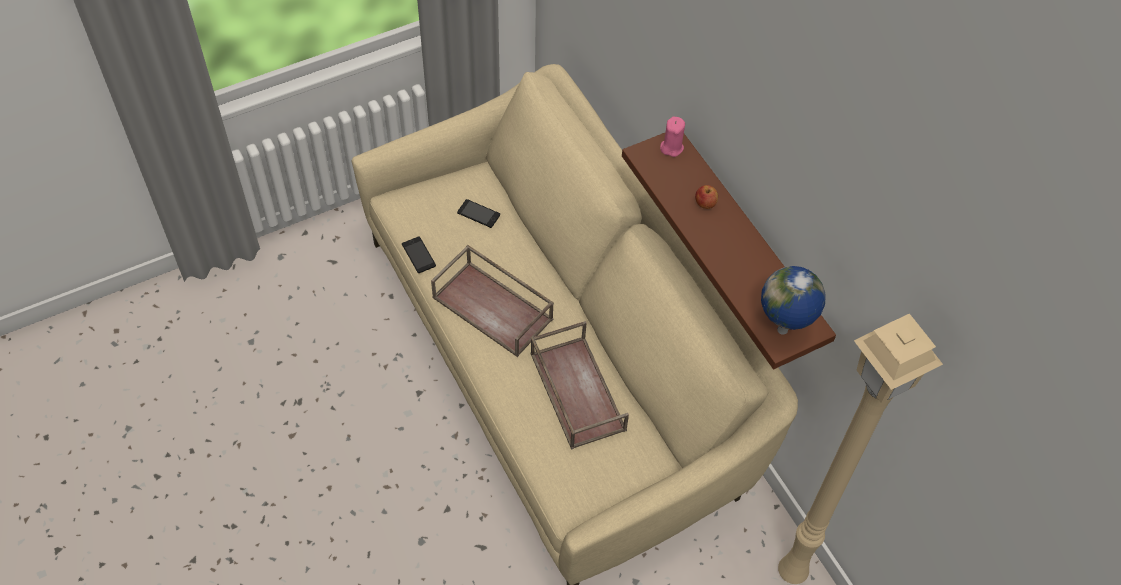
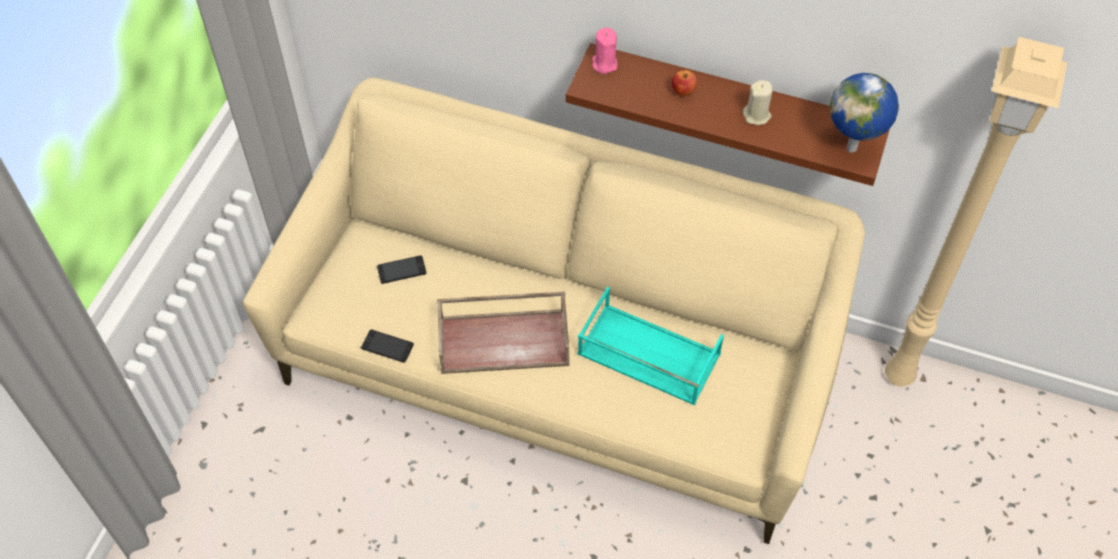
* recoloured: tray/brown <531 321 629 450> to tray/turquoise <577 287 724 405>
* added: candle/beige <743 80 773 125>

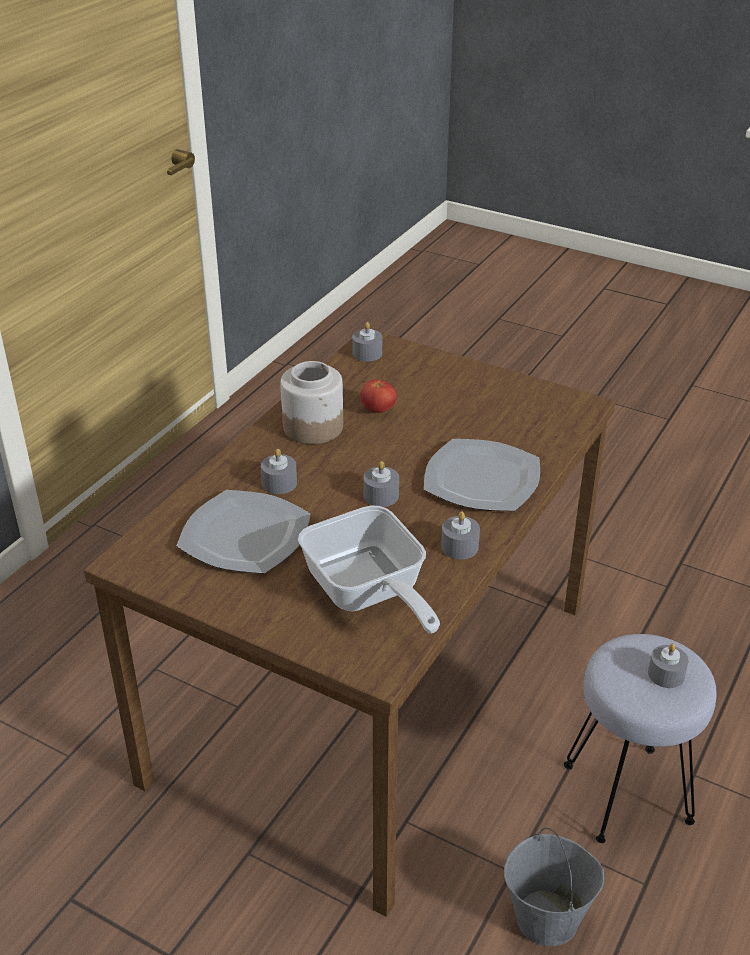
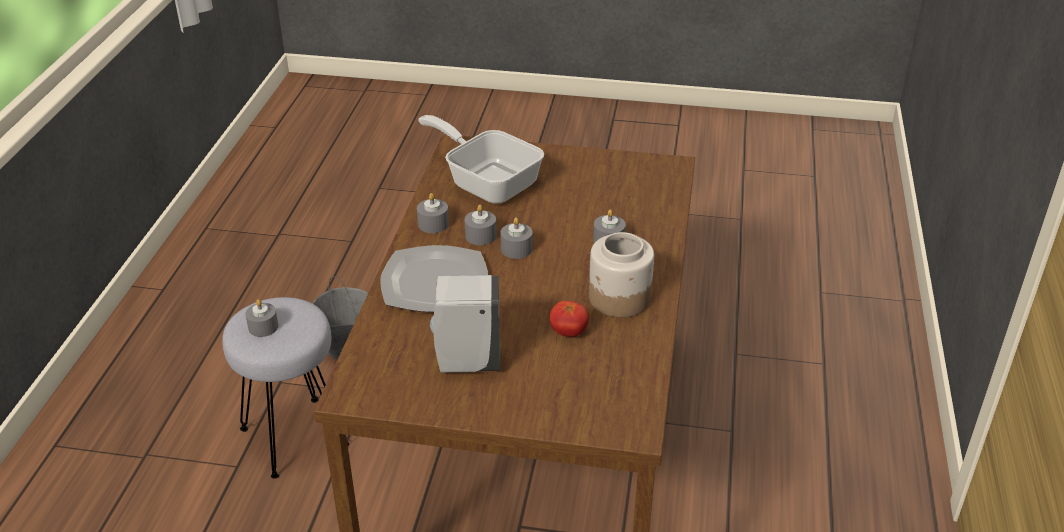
* removed: plate <177 490 311 574>
* moved: candle/grey <352 322 382 362> to <465 205 497 245>
* added: soap dispenser/white <430 275 500 373>

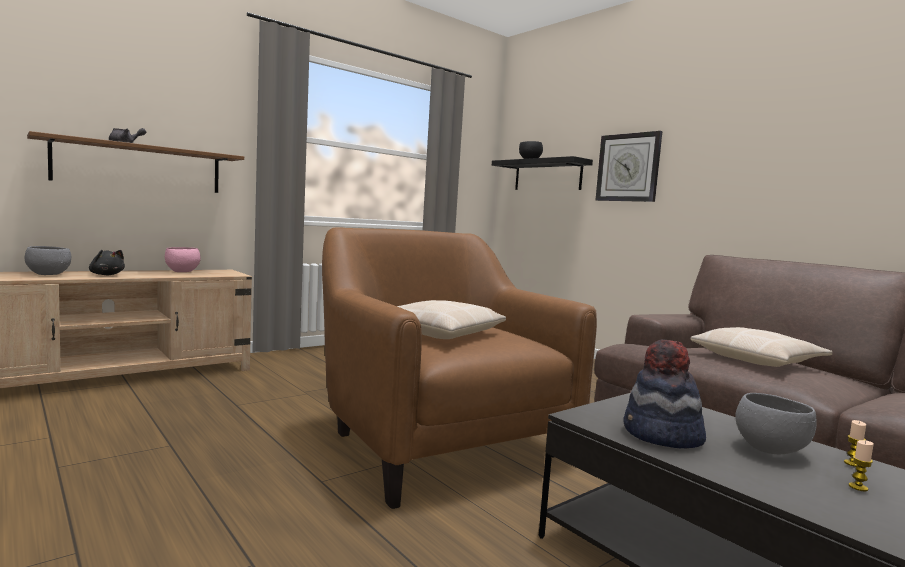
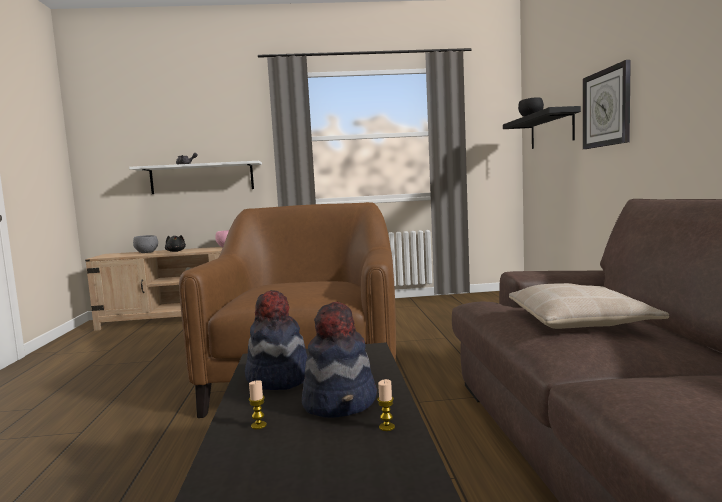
* recoloured: shelf/brown <27 131 244 193> to shelf/white <129 161 262 194>
* removed: pillow/beige <397 300 506 339>
* replaced: bowl/grey <735 393 817 454> to hat <302 302 377 418>
* moved: candle <849 440 874 491> to <249 380 267 429>

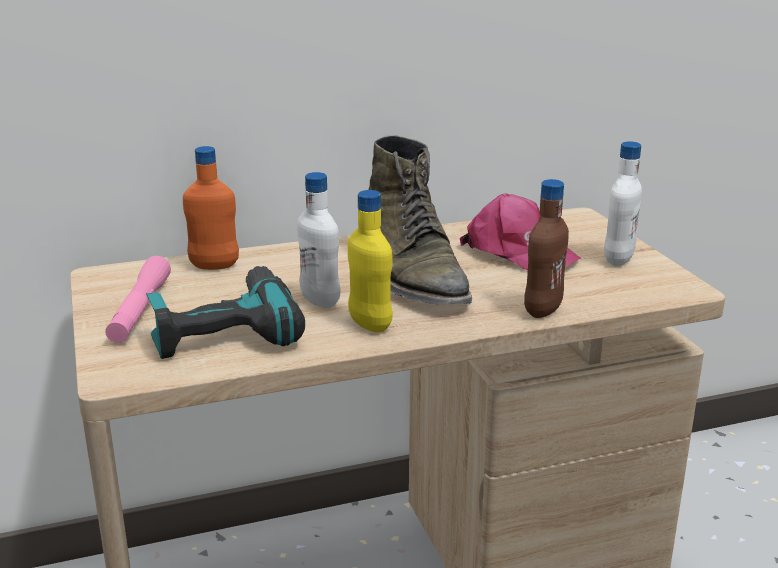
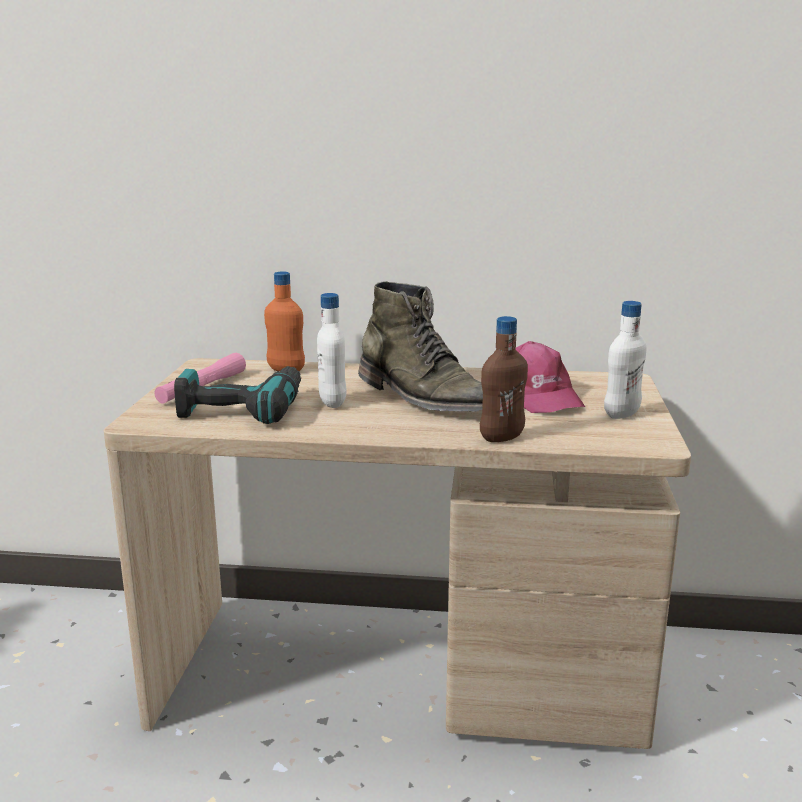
* removed: bottle/yellow <348 190 393 332>
* turned: boot/green <368 135 472 305> = <358 281 483 412> 45 degrees counterclockwise

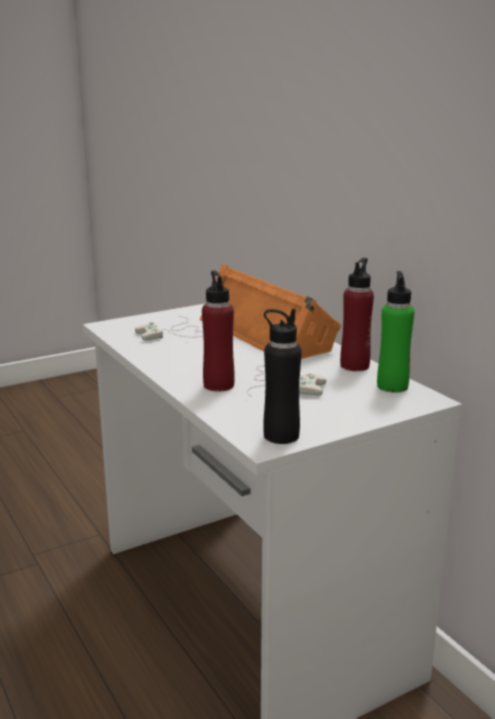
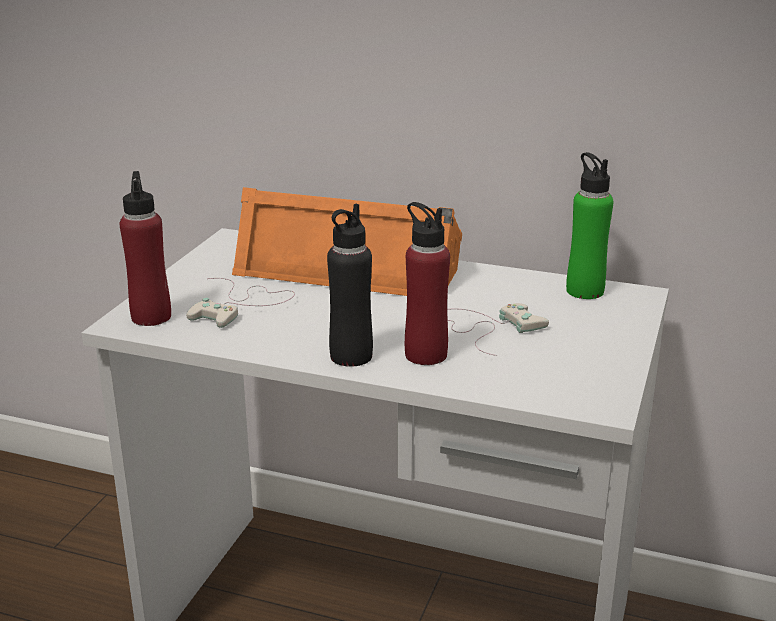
* moved: bottle/black <263 309 302 444> to <327 204 373 367>
* moved: bottle/red <340 258 374 371> to <120 171 171 326>

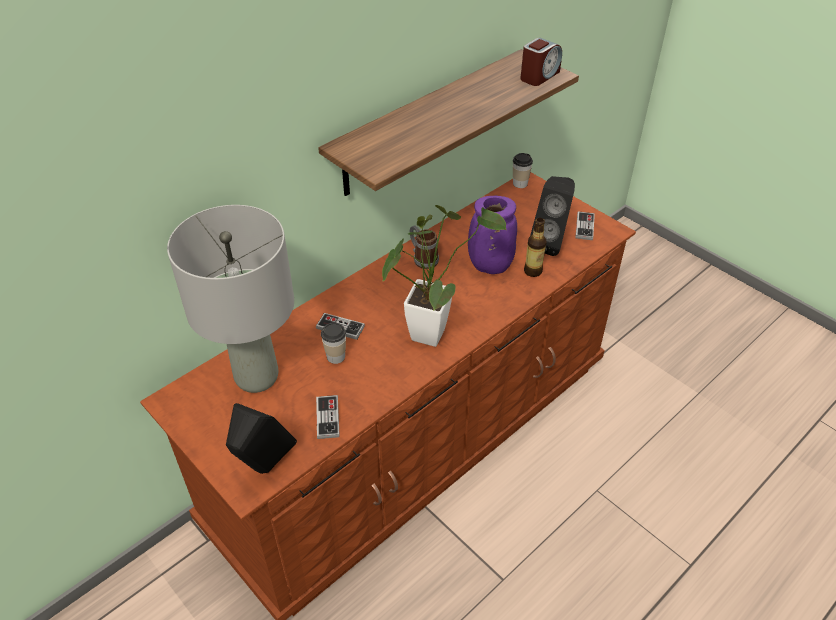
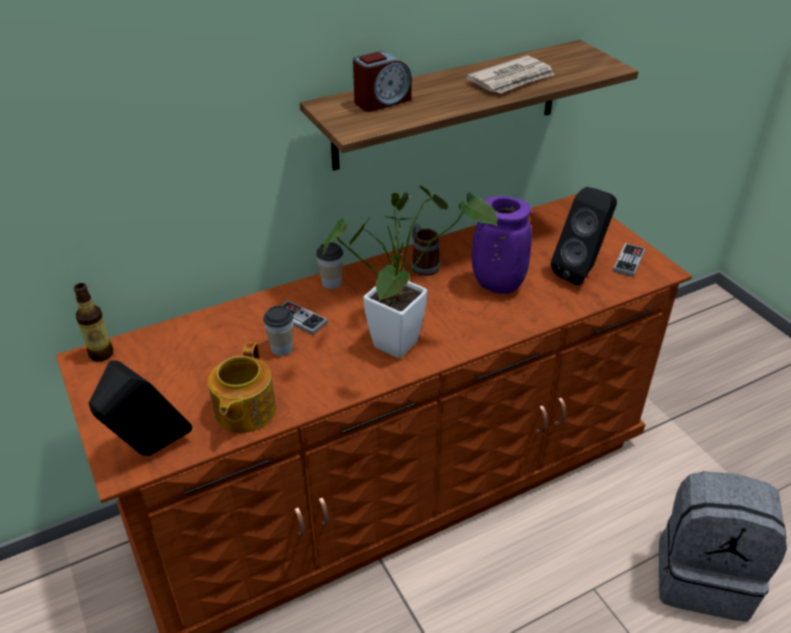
* removed: table lamp/grey <167 205 294 393>
* replaced: game controller <316 395 340 439> to teapot <208 341 276 433>
* moved: cup <513 153 533 188> to <316 242 343 289>
* moved: alarm clock <520 38 562 86> to <353 51 412 112>
* moved: bottle <524 218 547 277> to <74 283 113 361>
* added: newspaper <466 56 555 94>
* added: backpack/grey <659 471 787 622>

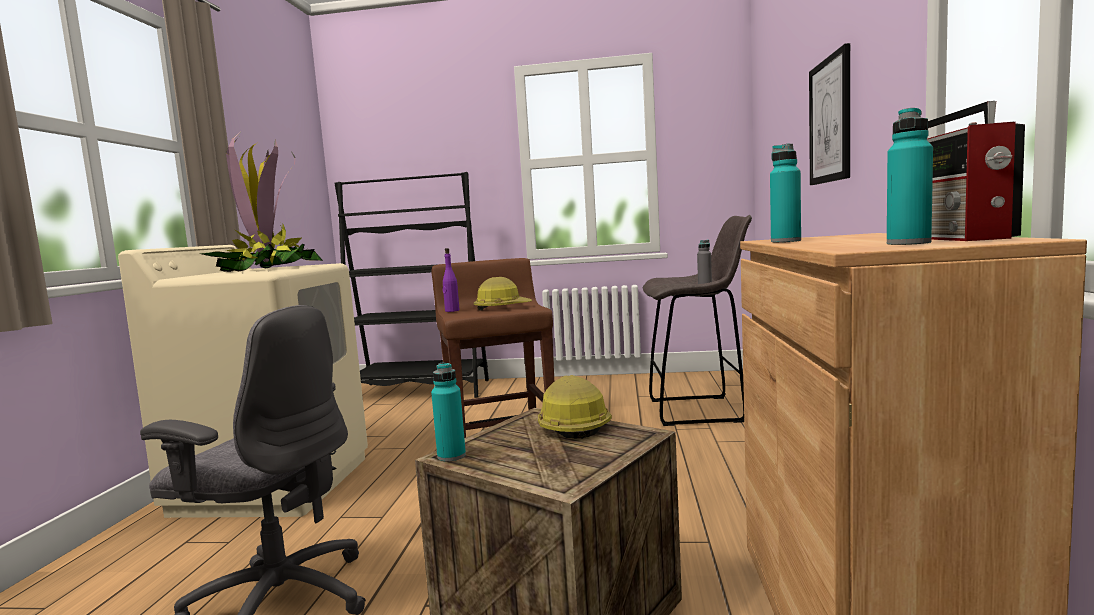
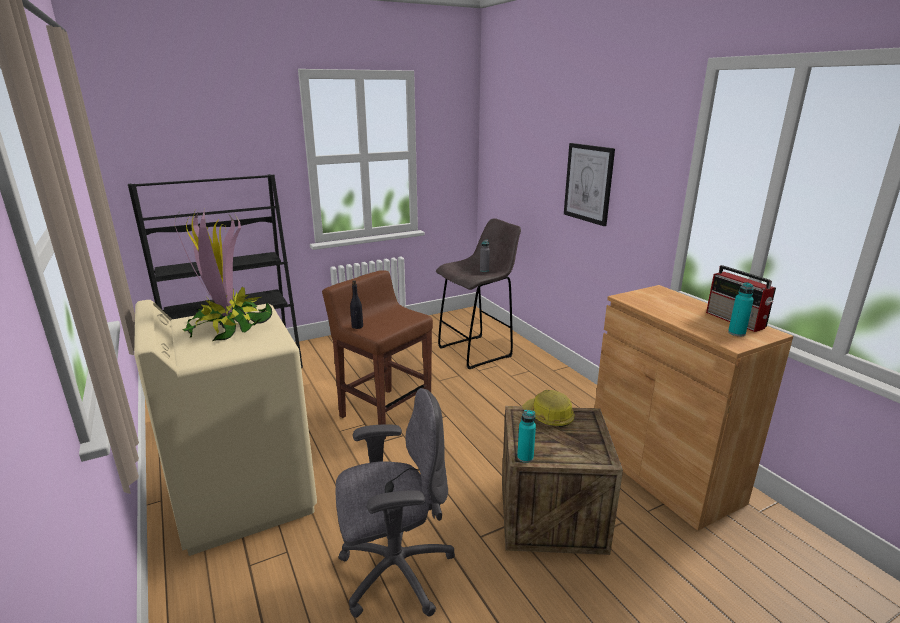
* recoloured: bottle/purple <443 248 460 312> to bottle/black <350 280 363 329>
* removed: hard hat <474 277 532 311>
* removed: bottle/turquoise <770 144 801 242>

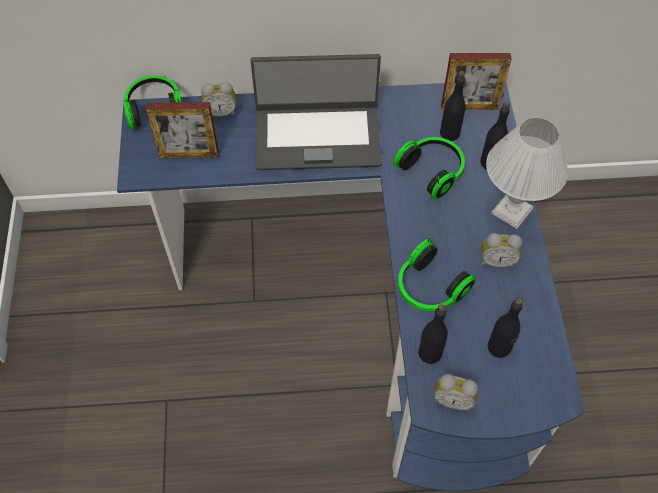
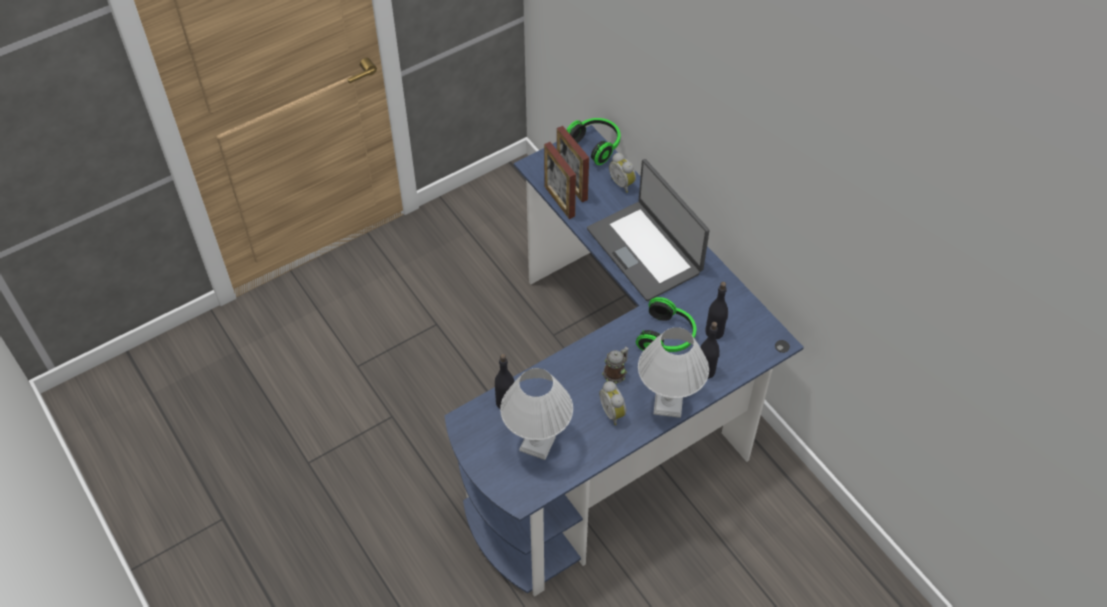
* removed: headphones <398 235 476 312>
* removed: alarm clock <434 374 478 411>
* moved: picture frame <441 53 512 110> to <544 142 576 219>
* replaced: bottle/black <488 298 523 358> to table lamp/white <500 368 573 460>
* added: mug <602 347 629 384>

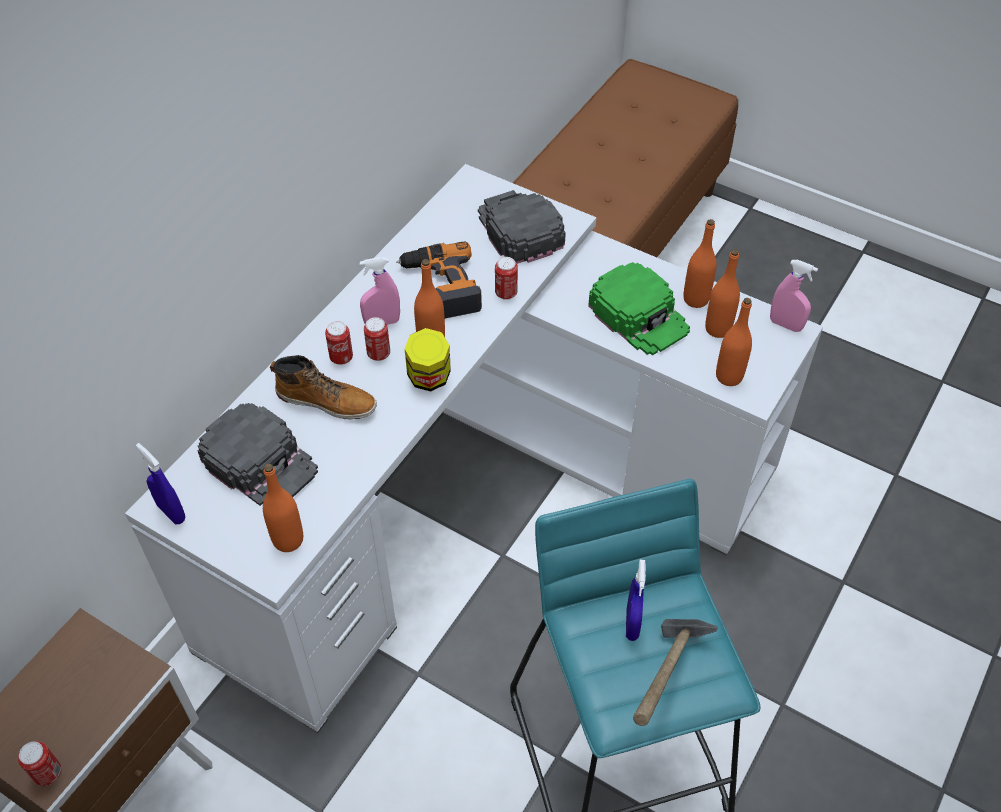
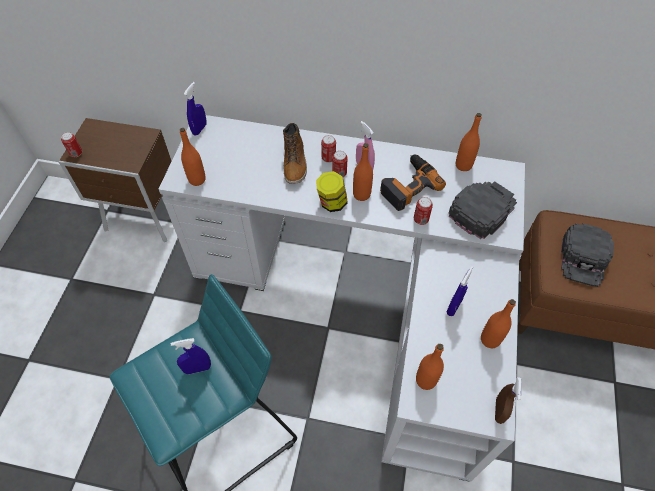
* moved: cap/black <197 403 318 506> to <561 223 614 287>
* replaced: cap/green <588 262 690 355> to spray bottle/blue <447 266 473 316>
* removed: hammer <633 619 718 726>
* moved: bottle/orange <705 249 740 338> to <456 113 482 171>
* recoloured: spray bottle/pink <770 260 818 332> to spray bottle/brown <495 377 522 424>

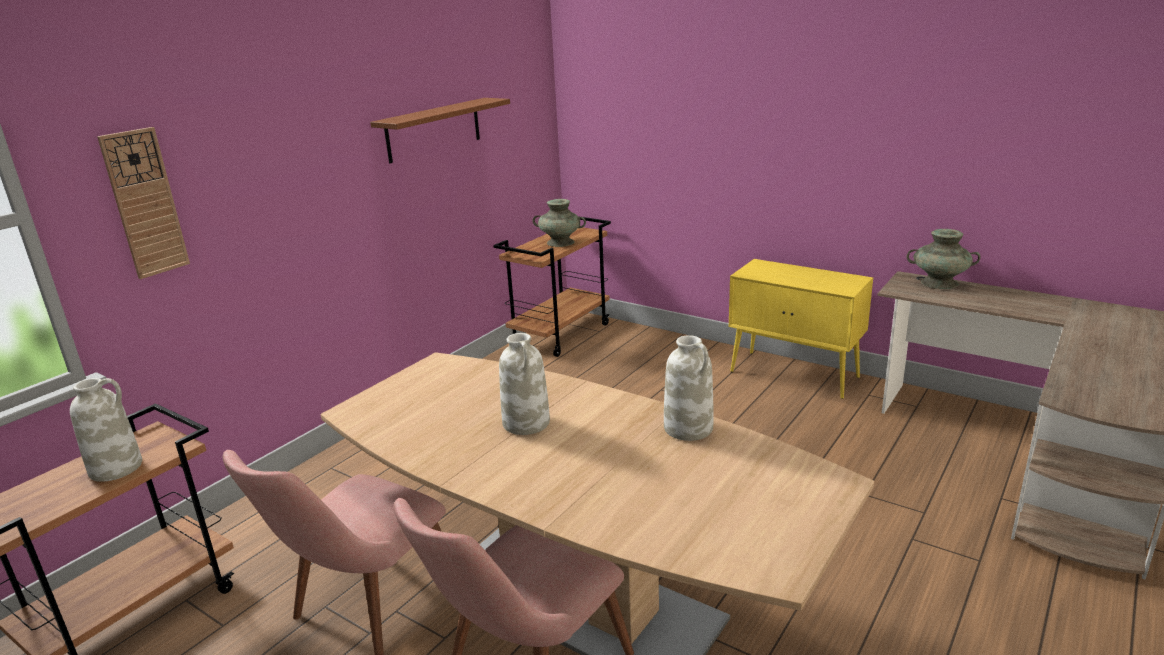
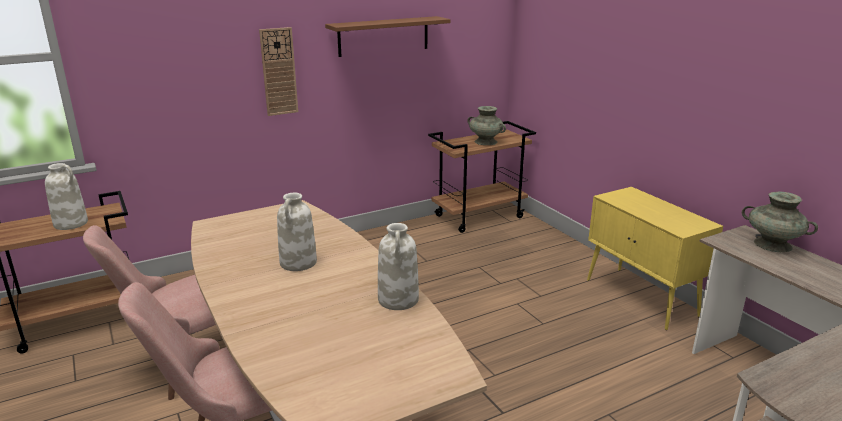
* moved: wall clock <97 127 190 279> to <259 27 298 116>

